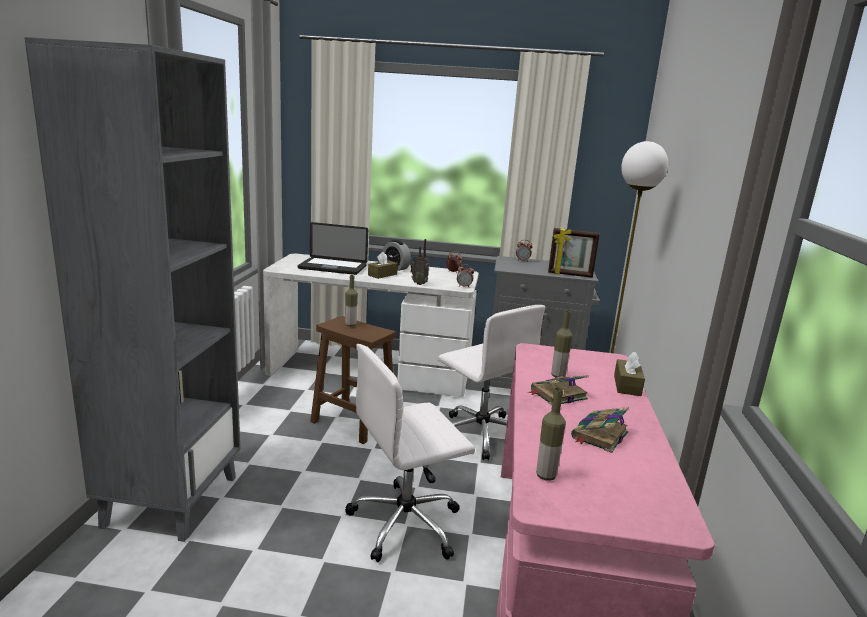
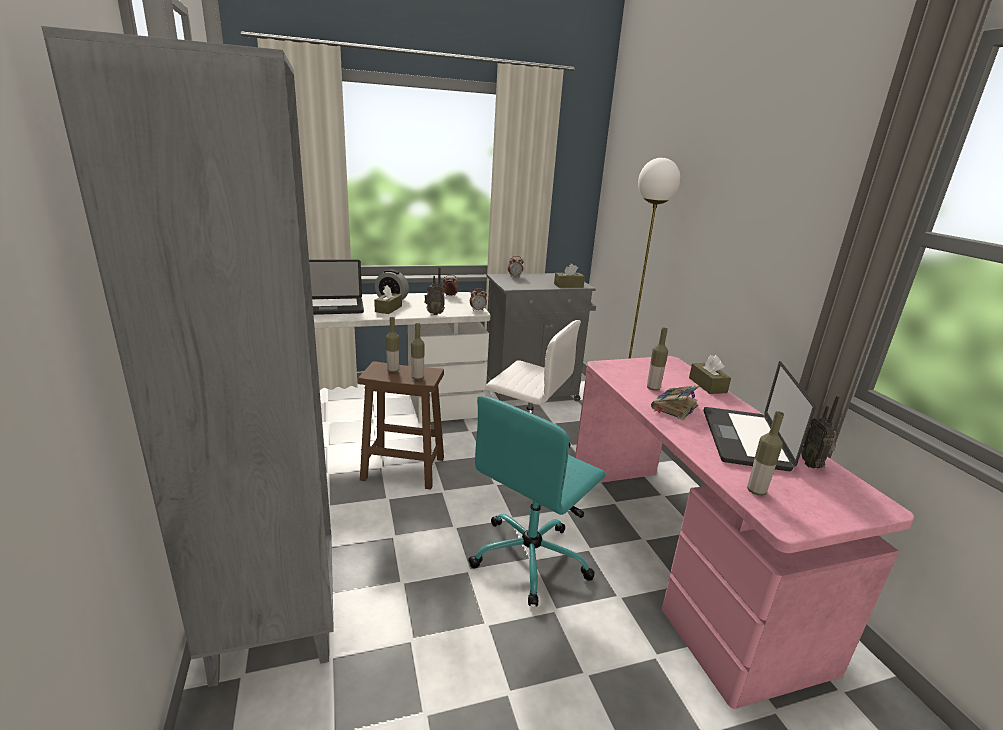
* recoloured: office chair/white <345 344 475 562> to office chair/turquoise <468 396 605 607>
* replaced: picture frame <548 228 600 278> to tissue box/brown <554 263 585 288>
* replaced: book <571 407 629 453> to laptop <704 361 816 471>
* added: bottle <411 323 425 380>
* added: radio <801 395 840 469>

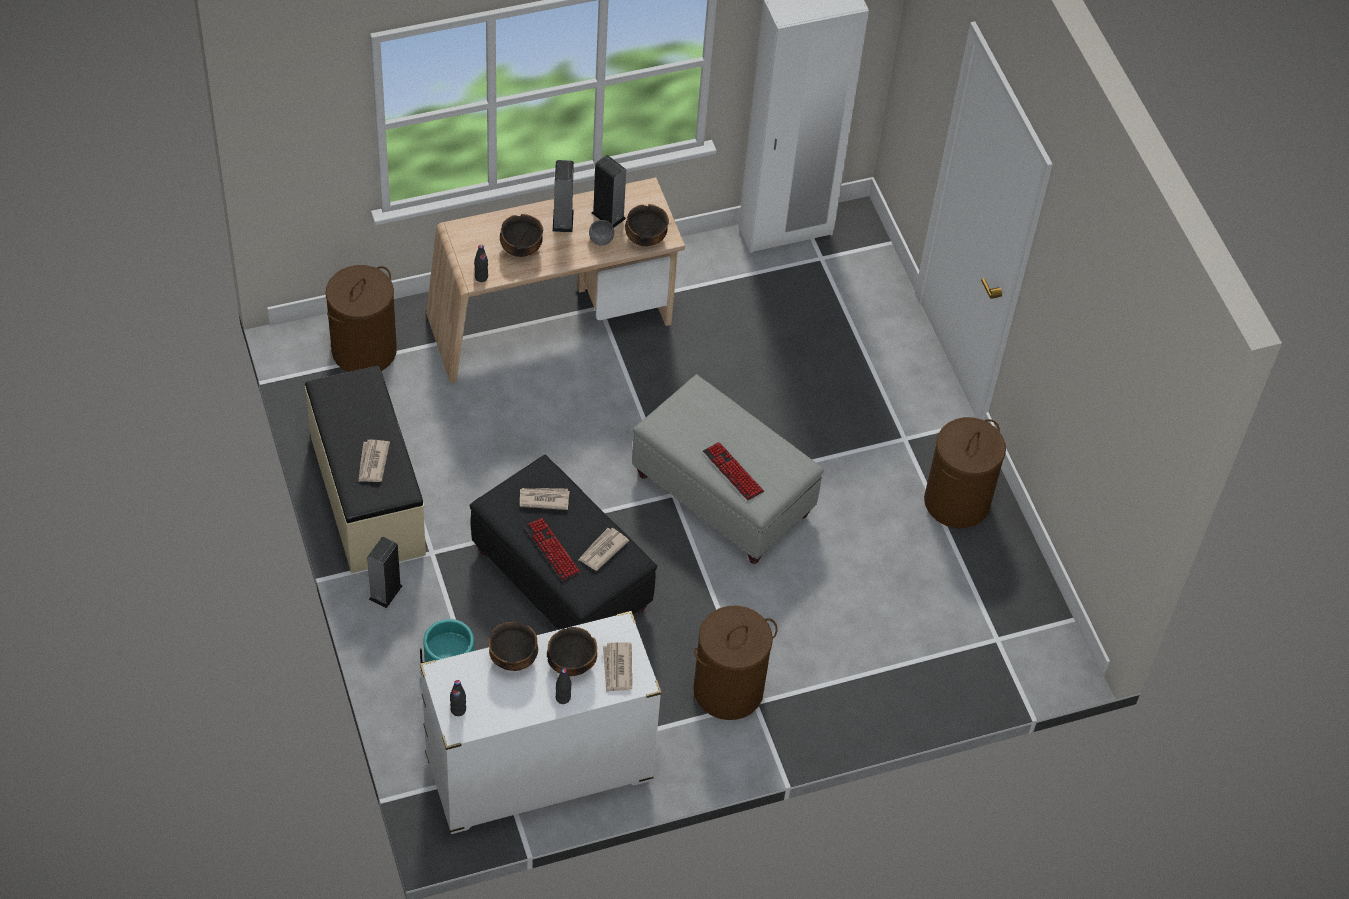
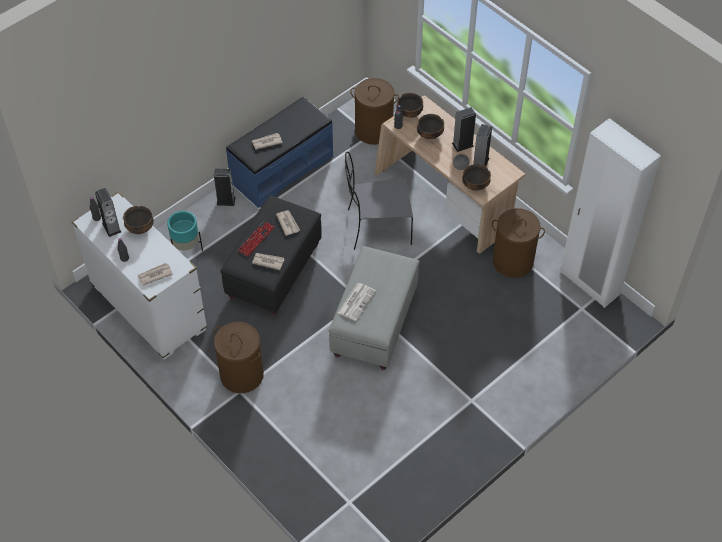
* recoloured: bench/beige <305 366 426 573> to bench/blue <226 97 333 208>
* moved: bowl <547 627 597 676> to <396 93 423 118>
* replaced: keyboard <703 442 764 501> to newspaper <338 283 376 321>
* moved: laundry basket/brown <924 417 1006 528> to <492 208 545 278>
* added: speaker <95 188 121 237>
* added: chair/grey <345 152 413 250>

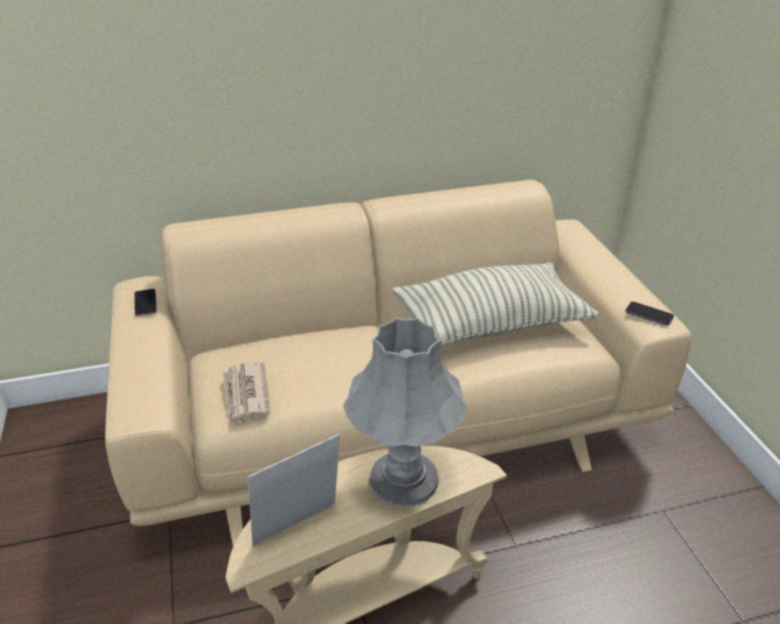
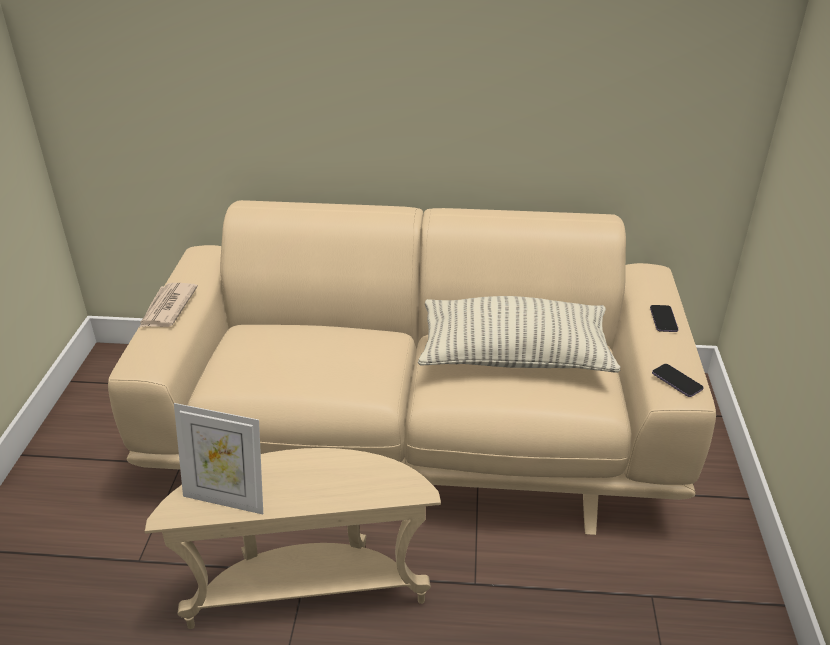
* moved: phone <134 289 157 316> to <650 305 678 332>
* moved: newspaper <223 361 270 425> to <139 283 198 328>
* turned: picture frame <248 434 340 546> = <174 403 263 514> 150 degrees counterclockwise
* removed: table lamp/grey <343 318 468 507>

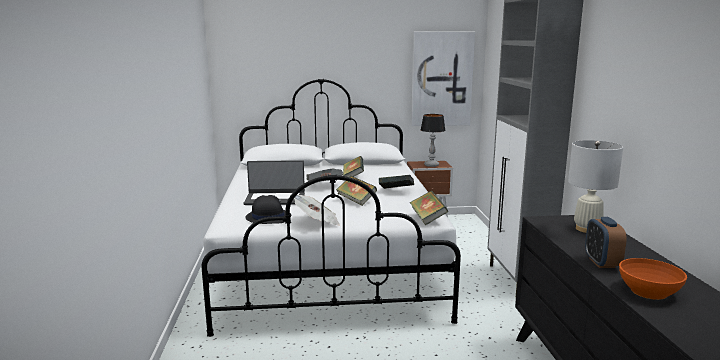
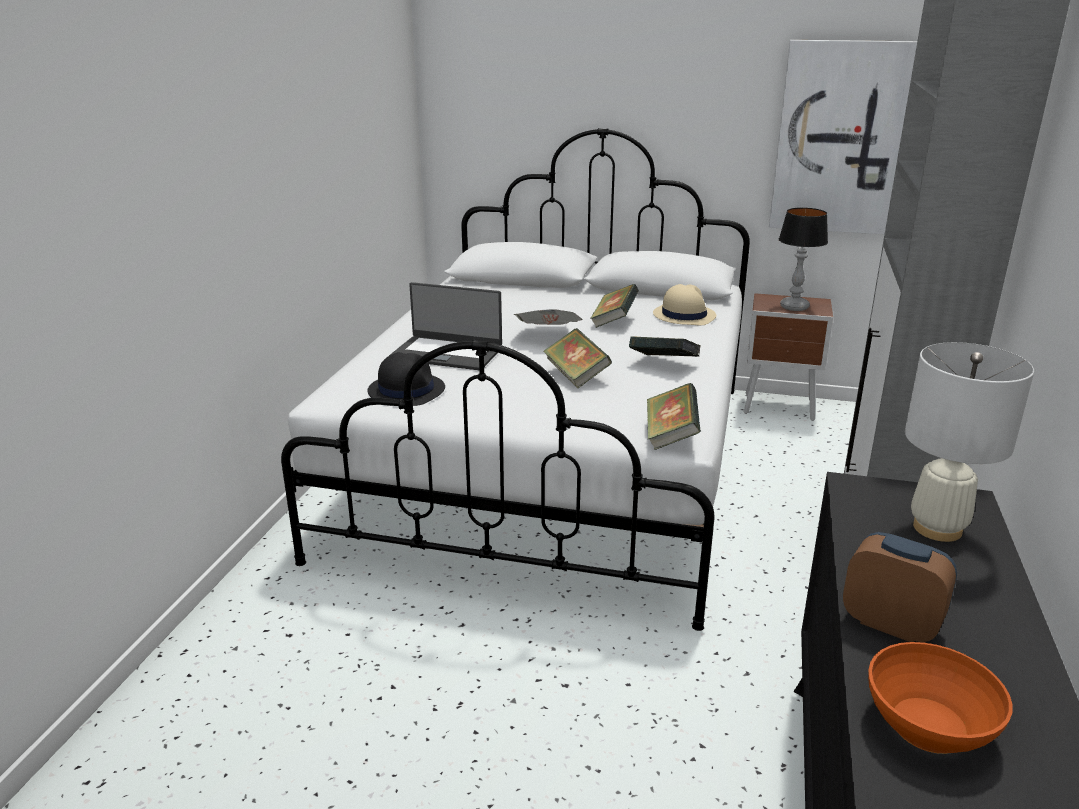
* removed: newspaper <294 195 340 225>
* turned: alarm clock <585 217 626 268> = <843 532 957 642> 105 degrees clockwise
* added: hat/beige <653 284 716 326>

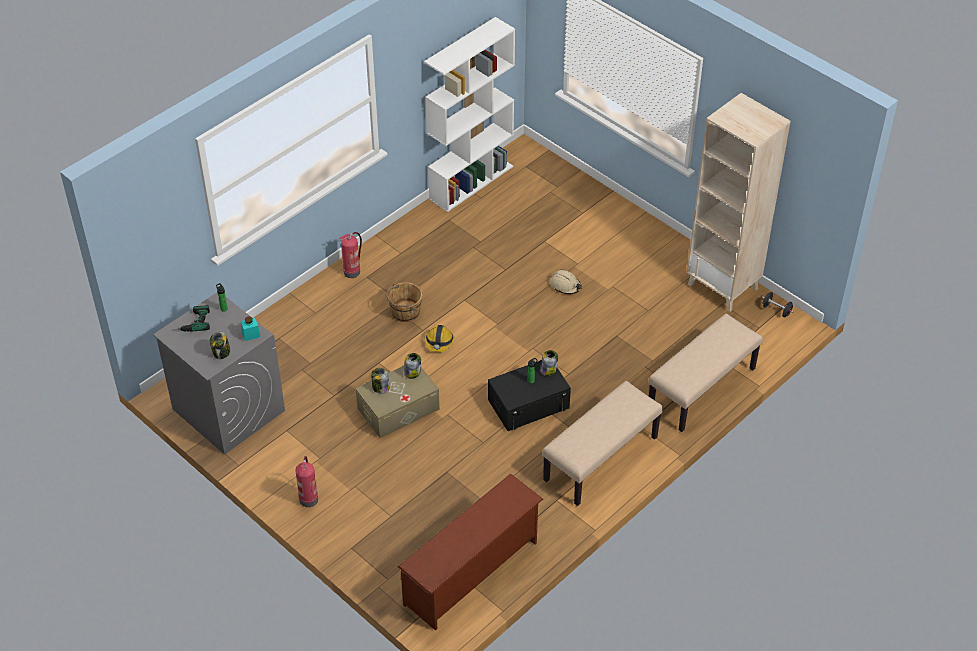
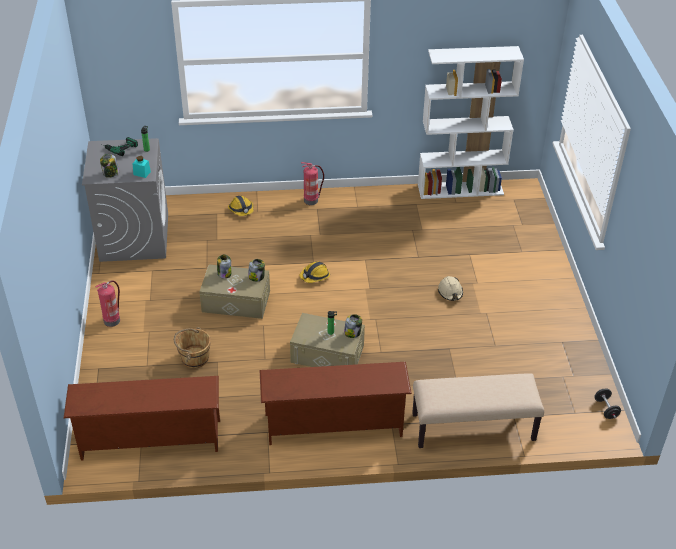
* moved: bucket/brown <386 282 422 322> to <174 327 211 368>
* recoloured: storage box/black <488 360 571 431> to storage box/beige <290 313 365 367>
* replaced: bench/beige <542 381 663 506> to shoe rack/brown <260 362 412 445>
* removed: bookcase/beige <687 93 791 312>
* added: hard hat <228 196 254 216>

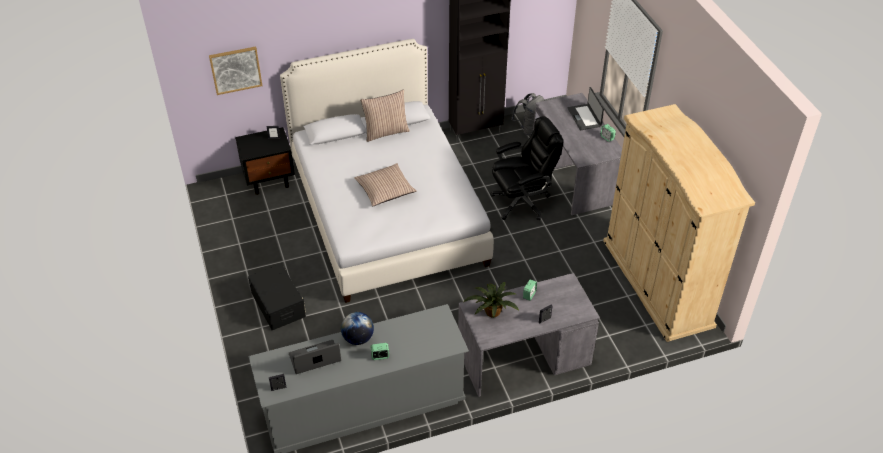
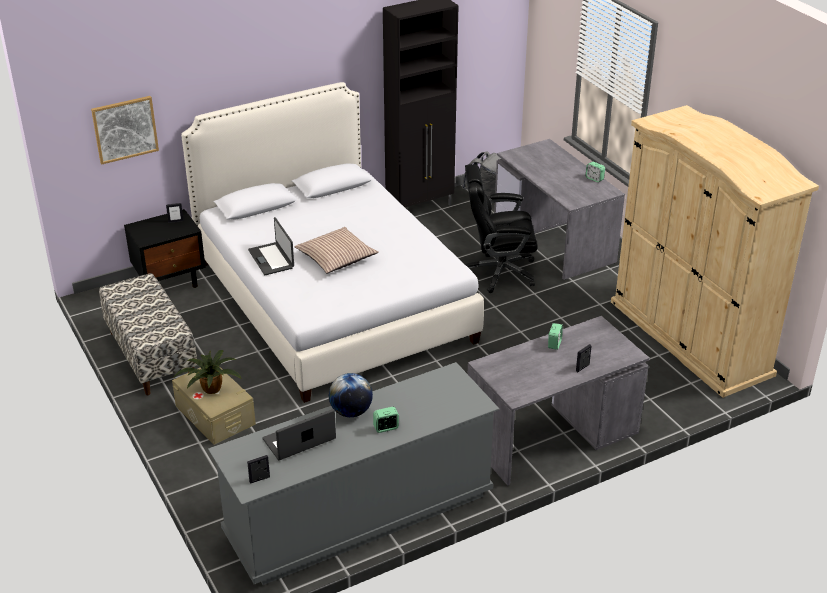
* recoloured: storage box/black <248 264 306 330> to storage box/beige <172 368 256 445>
* removed: pillow <360 90 410 142>
* moved: potted plant <464 282 519 318> to <173 350 241 394>
* turned: office chair/black <490 116 563 220> = <465 164 538 293> 150 degrees counterclockwise
* moved: laptop <568 87 604 130> to <248 217 294 275>
* added: bench <99 273 198 395>

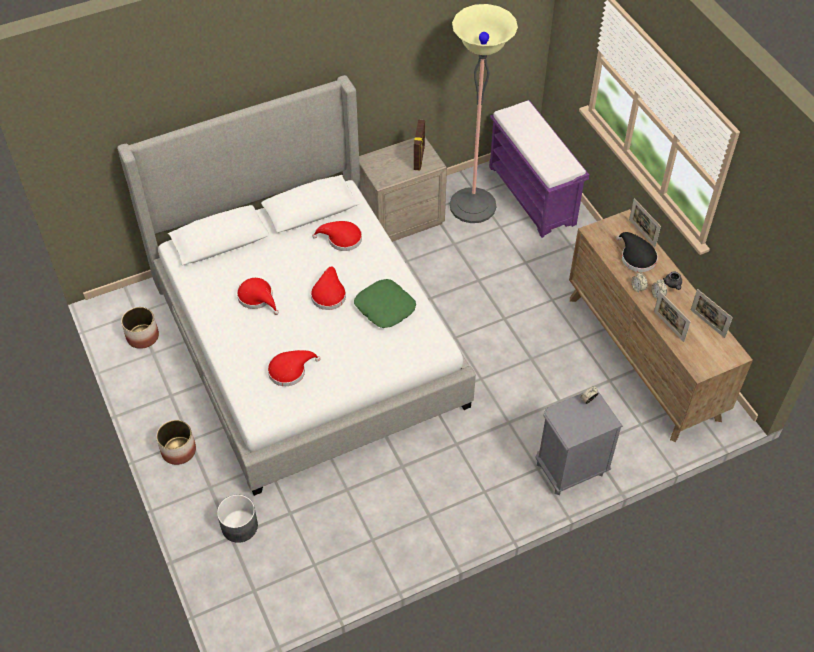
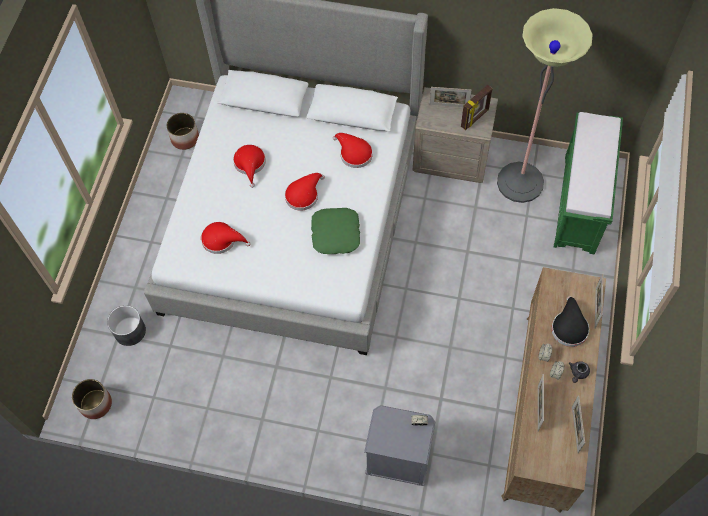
* moved: planter <156 420 196 465> to <72 379 112 419>
* recoloured: bench/purple <489 100 589 238> to bench/green <554 112 623 255>
* added: picture frame <430 87 471 107>

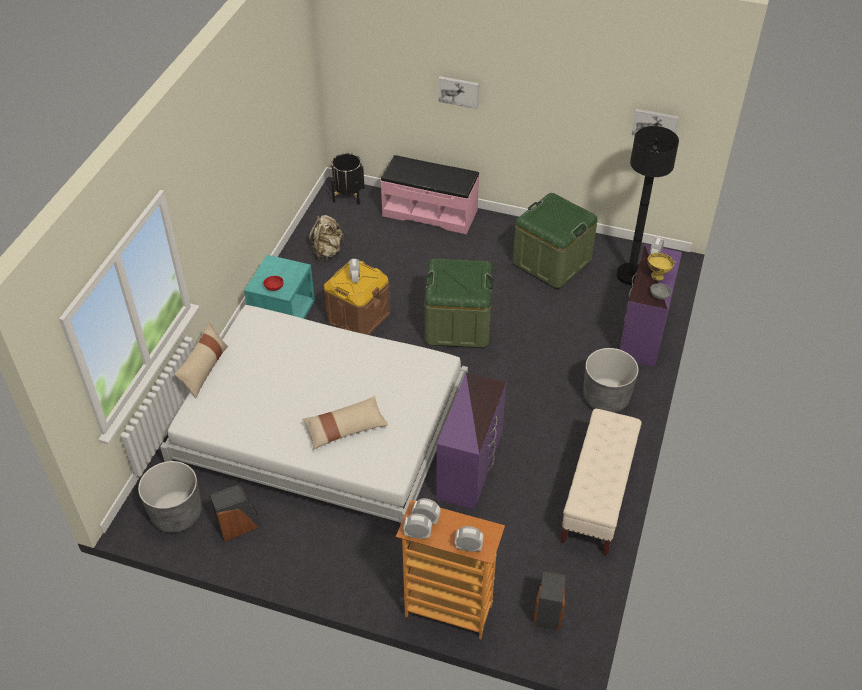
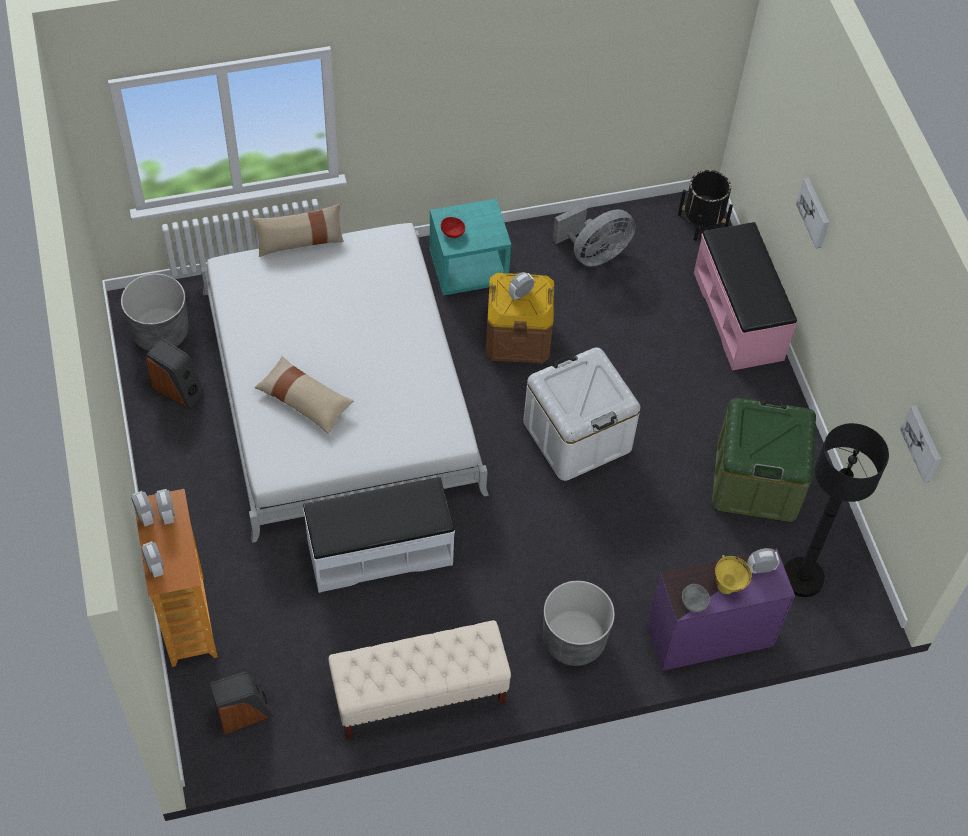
* replaced: backpack/beige <309 215 344 261> to fan/grey <553 204 636 266>
* recoloured: storage box/green <424 258 493 348> to storage box/white <523 347 640 481>
* replaced: dresser/purple <436 372 506 509> to bench/white <303 477 455 593>

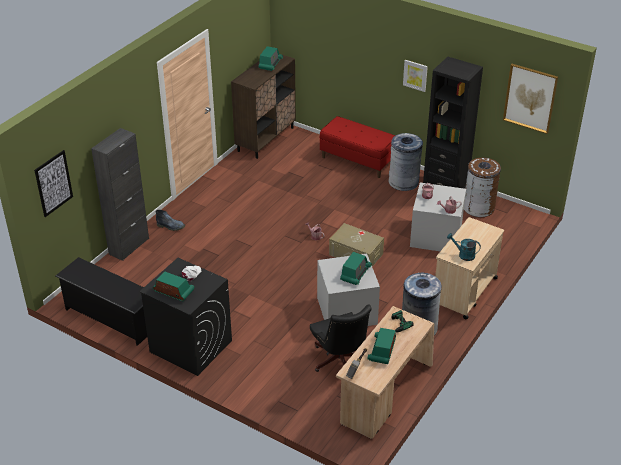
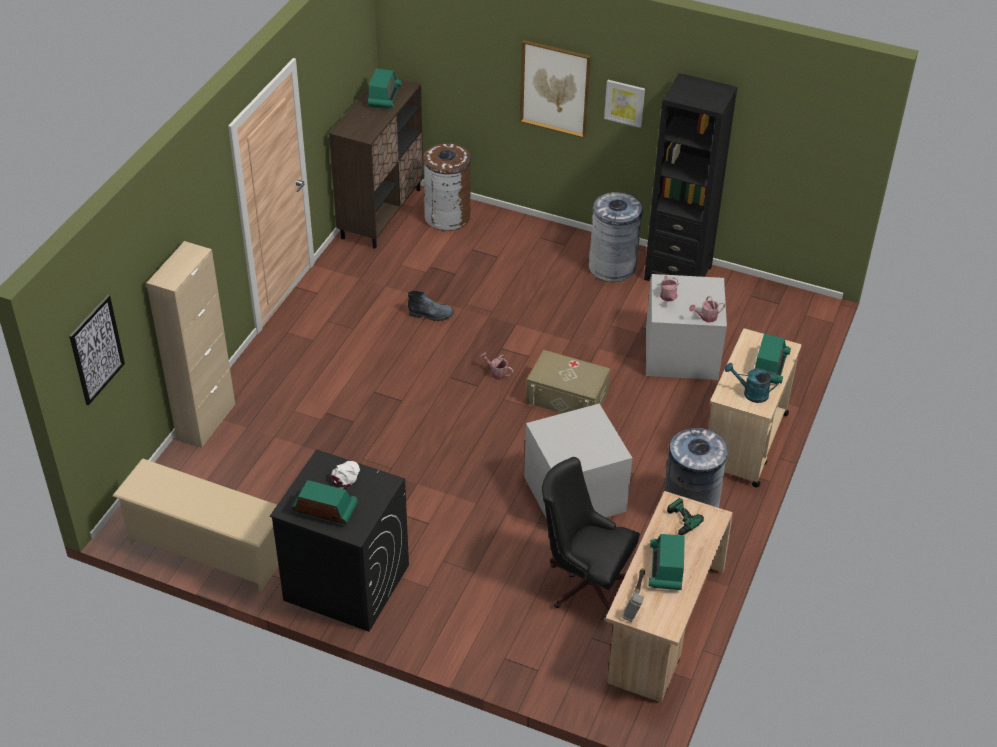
* recoloured: shoe rack/black <55 257 147 346> to shoe rack/beige <112 458 279 592>
* recoloured: cabinet/black <91 128 149 261> to cabinet/beige <146 241 235 448>
* moved: boot <156 210 185 231> to <408 291 454 321>
* turned: office chair/black <310 305 371 372> = <542 457 640 619> 150 degrees clockwise
* removed: bench/red <320 116 395 178>
* moved: radio <340 252 372 285> to <755 334 791 384>
* moved: trash can/brown <464 158 501 217> to <423 143 471 231>
* moved: picture <503 64 558 134> to <520 40 591 138>

